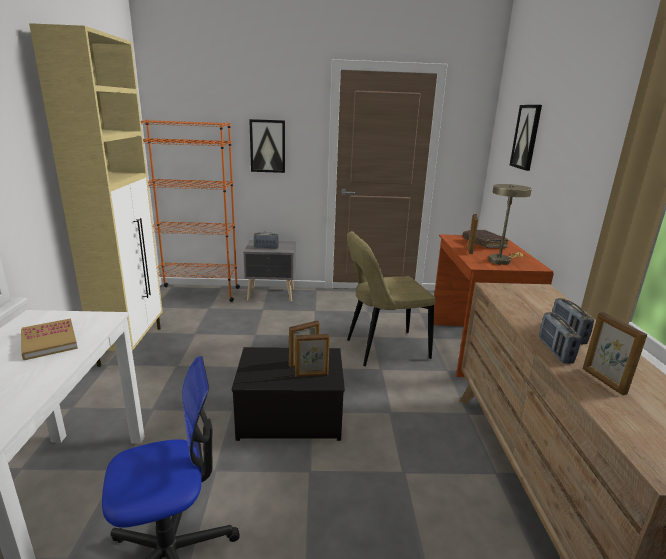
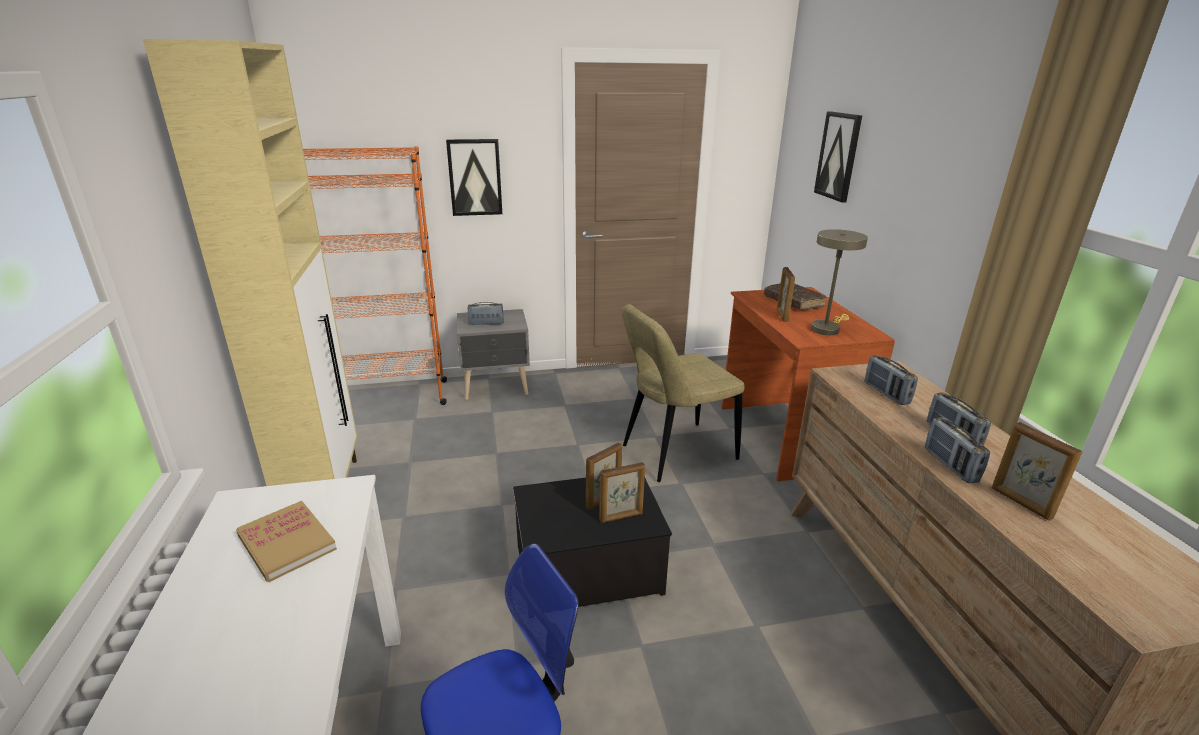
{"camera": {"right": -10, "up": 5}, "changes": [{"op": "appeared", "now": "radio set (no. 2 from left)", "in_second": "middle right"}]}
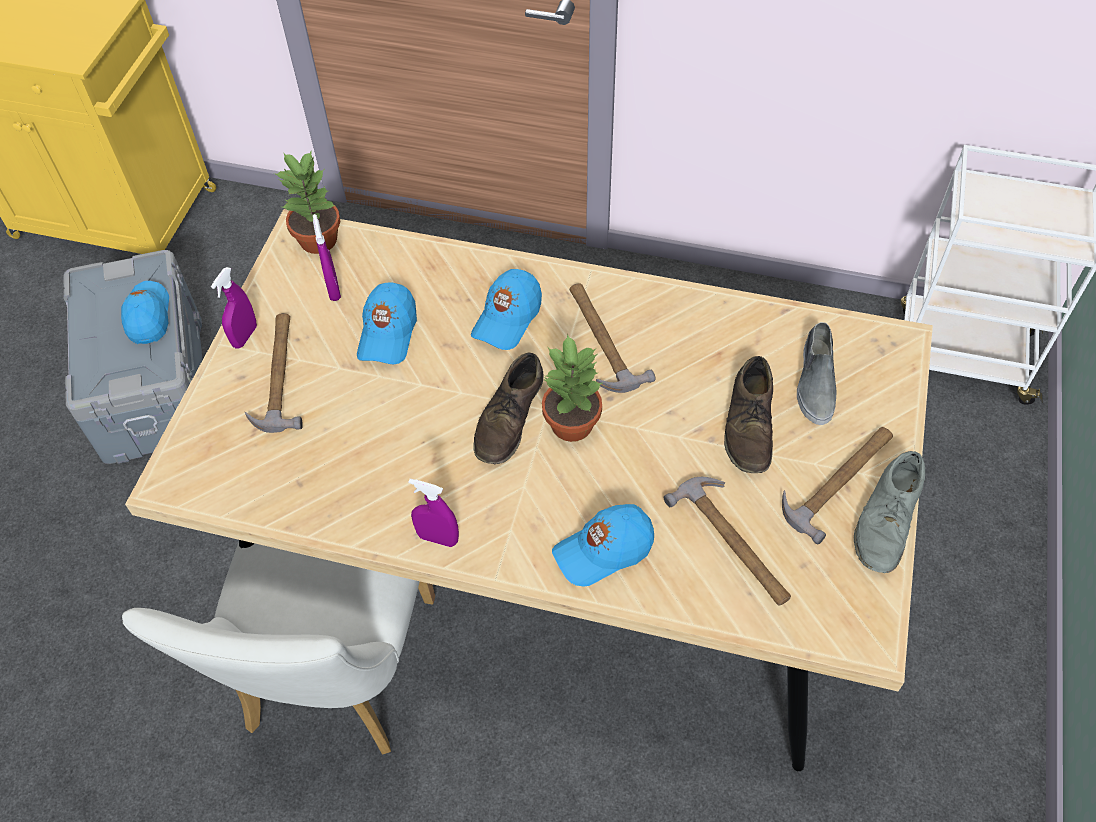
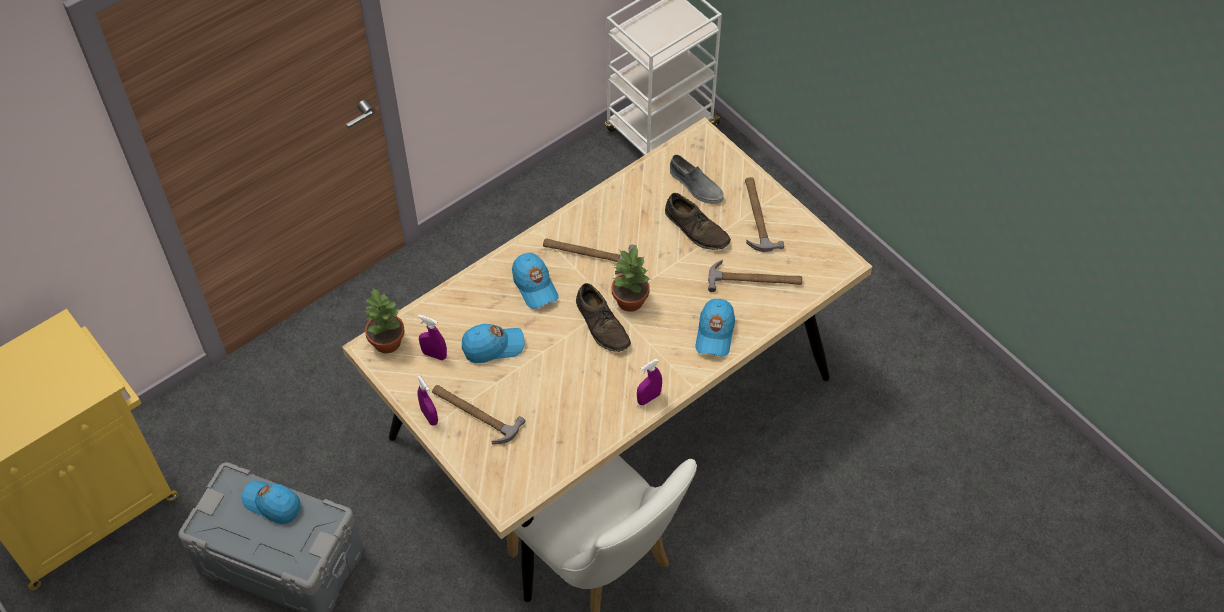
{"camera": {"right": -55, "up": 0}, "changes": [{"op": "spun", "was": "blue cap (no. 2 from left)", "in_first": "centre", "in_second": "centre", "clockwise": -60}, {"op": "missing", "was": "grey low shoe (no. 2 from left)", "in_first": "middle right"}]}
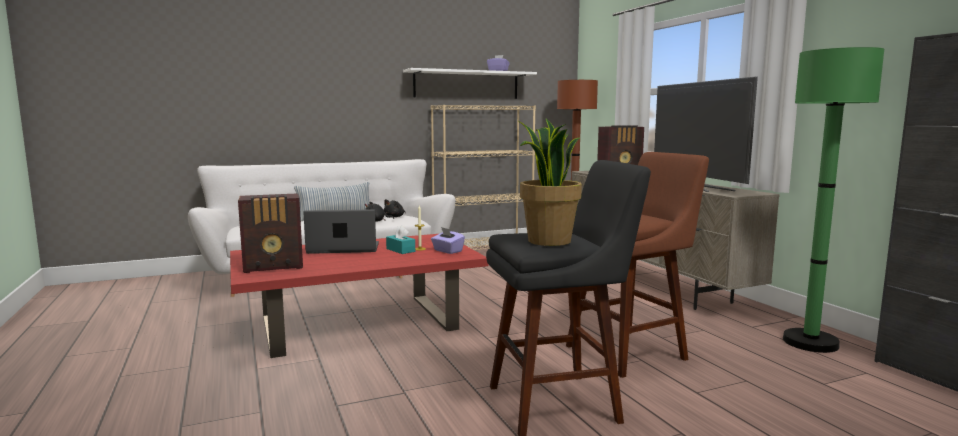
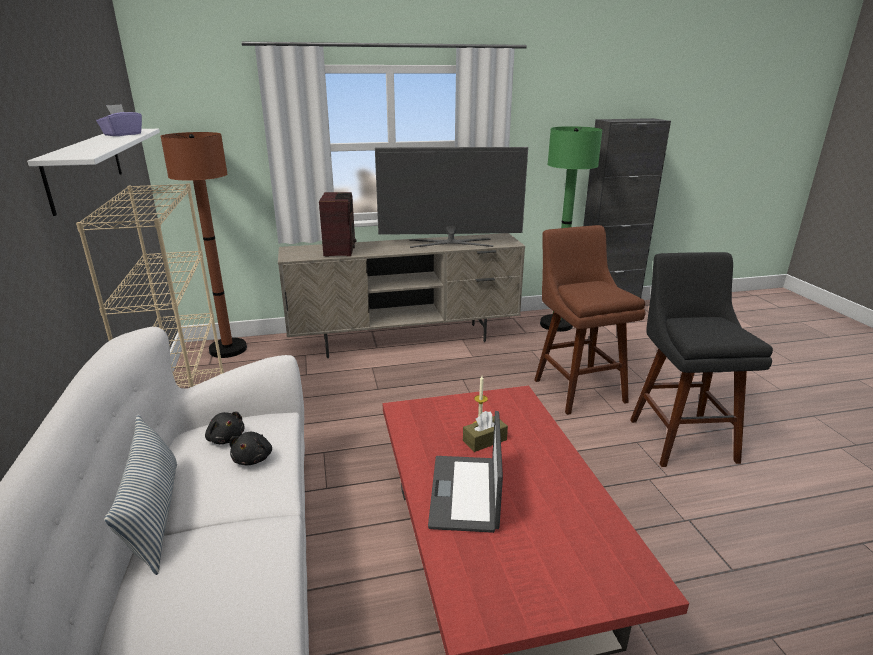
{"camera": {"right": -80, "up": 15}, "changes": [{"op": "colour", "was": "turquoise tissue holder", "now": "brown-coloured tissue holder", "in_first": "centre", "in_second": "centre"}, {"op": "missing", "was": "radio set (no. 1 from left)", "in_first": "middle left"}, {"op": "missing", "was": "purple-coloured tissue holder (no. 1 from left)", "in_first": "centre"}, {"op": "missing", "was": "houseplant", "in_first": "centre"}]}
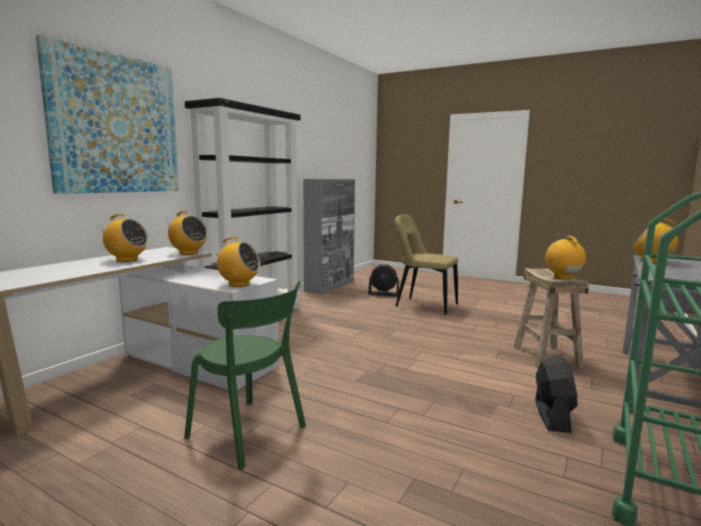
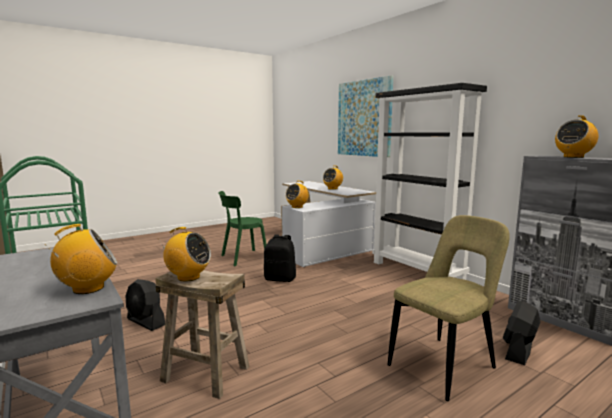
{"camera": {"right": 115, "up": 0}, "changes": [{"op": "appeared", "now": "black-coloured knapsack", "in_second": "centre"}, {"op": "relocated", "was": "radio set (no. 2 from left in the first image)", "now": "radio set (no. 5 from left)", "in_first": "middle left", "in_second": "top right"}]}
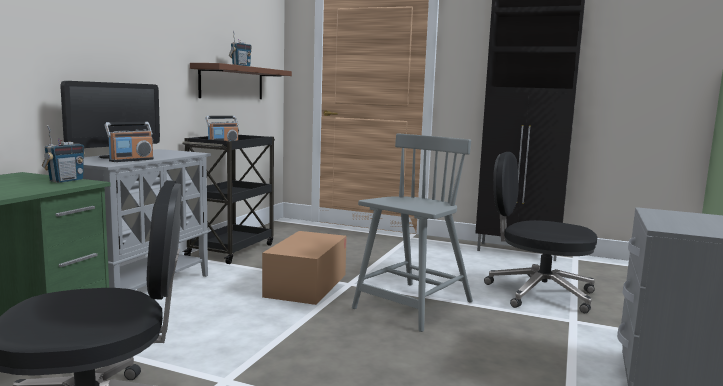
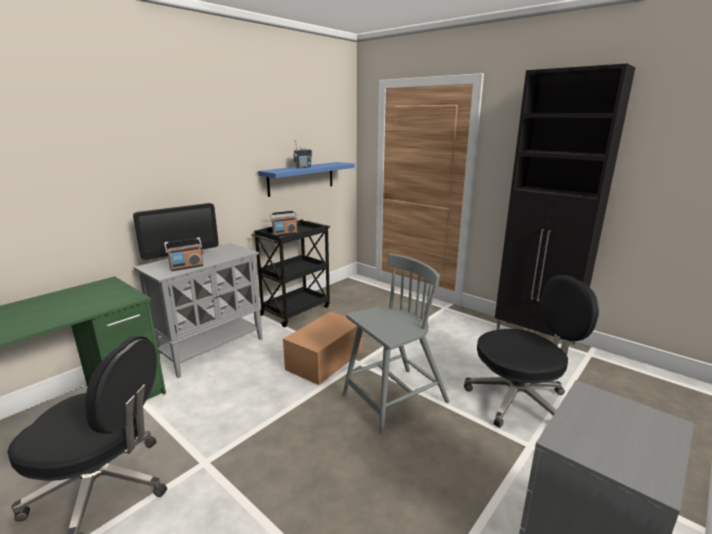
{"camera": {"right": 20, "up": 10}, "changes": [{"op": "colour", "was": "brown-coloured wall shelf", "now": "blue wall shelf", "in_first": "top centre", "in_second": "centre"}, {"op": "spun", "was": "black-coloured computer chair (no. 2 from left)", "in_first": "middle right", "in_second": "middle right", "clockwise": 120}, {"op": "missing", "was": "radio set (no. 1 from left)", "in_first": "middle left"}]}
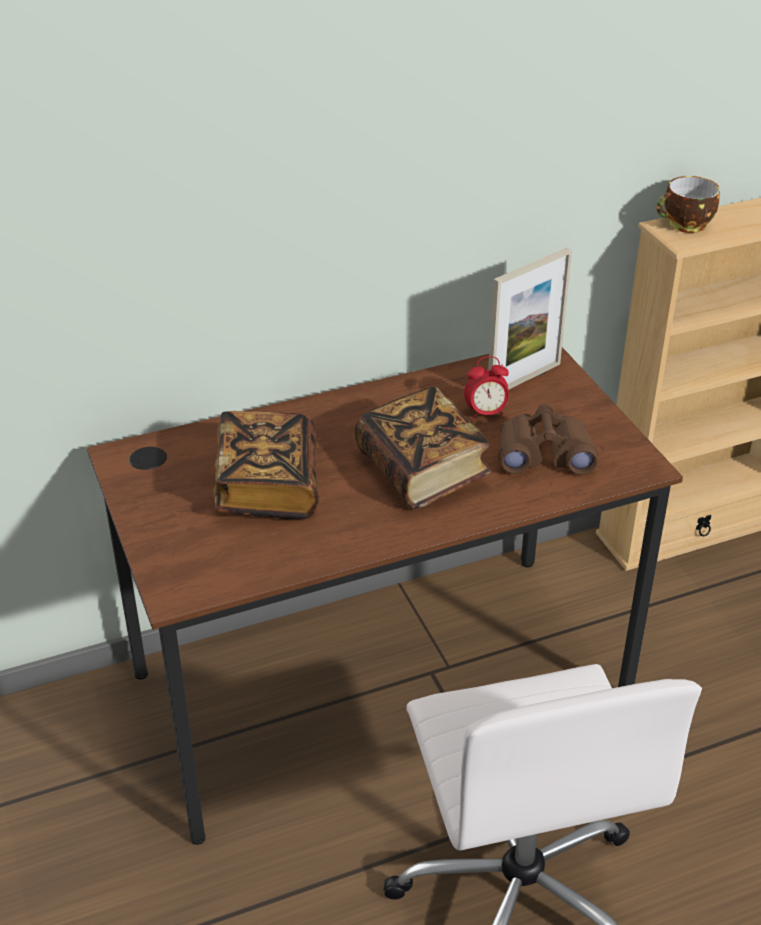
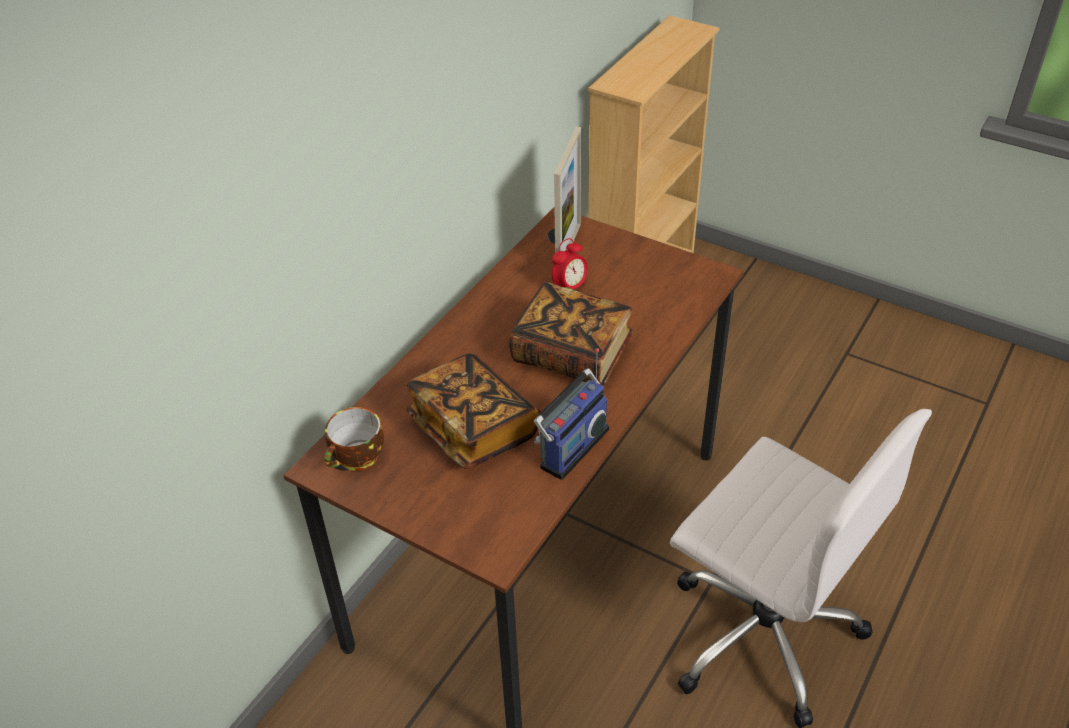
{"camera": {"right": -35, "up": 5}, "changes": [{"op": "relocated", "was": "drinking cup", "in_first": "top right", "in_second": "middle left"}, {"op": "appeared", "now": "radio set", "in_second": "centre"}, {"op": "missing", "was": "brown-coloured binoculars", "in_first": "middle right"}]}
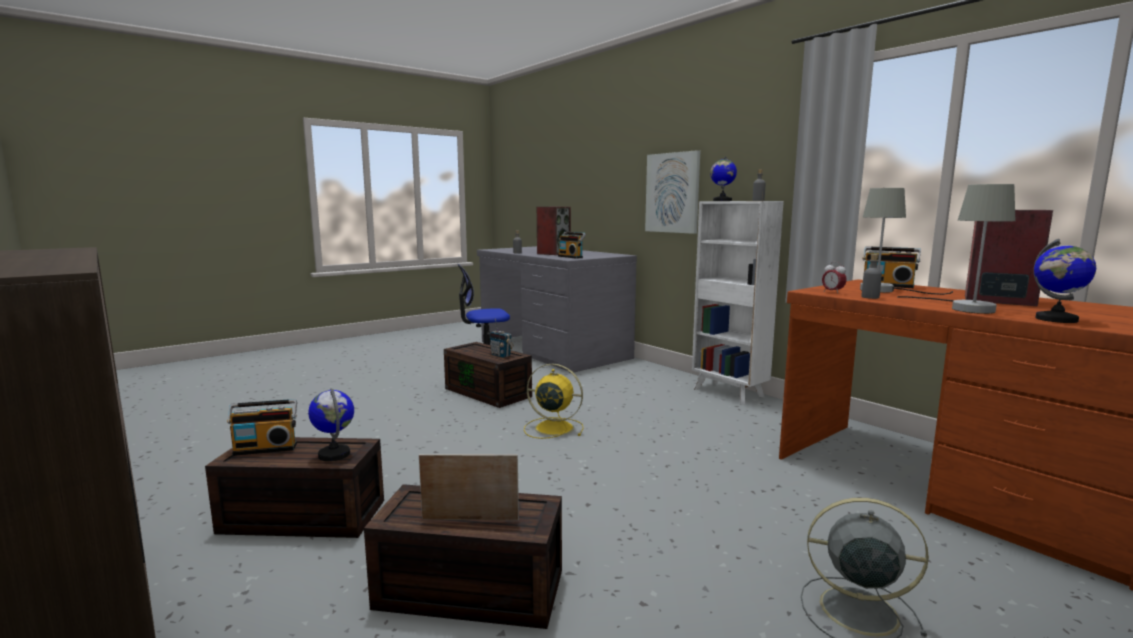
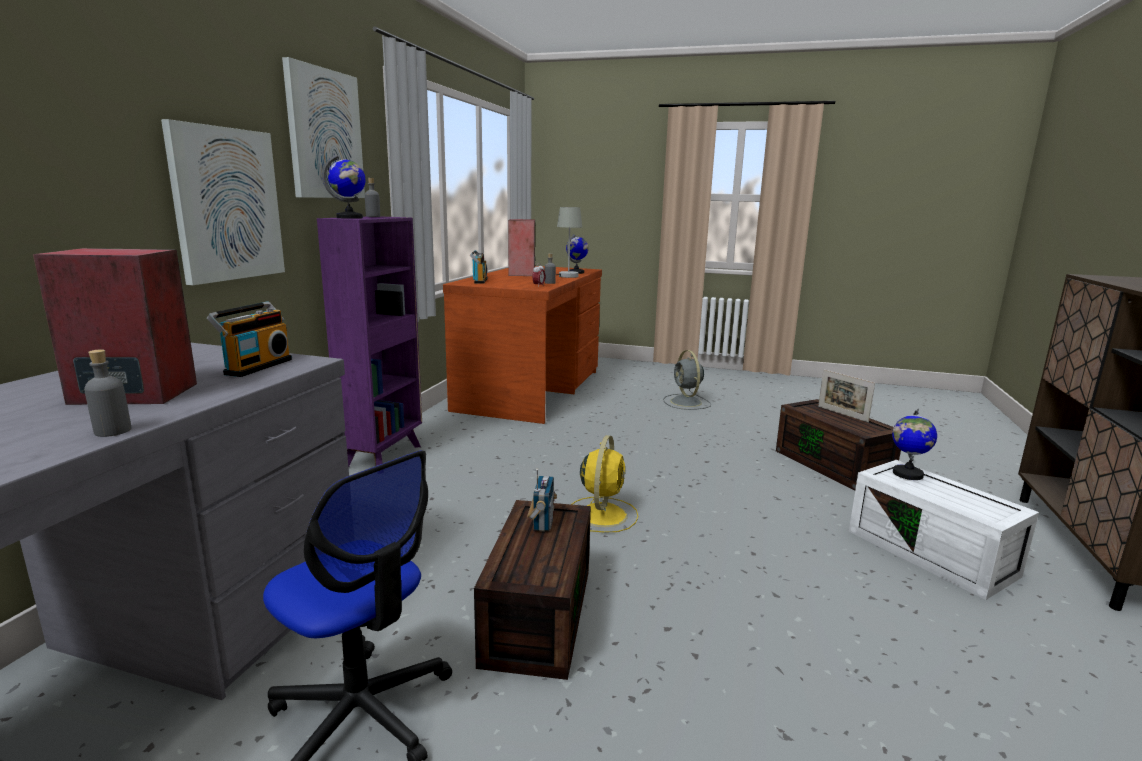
{"camera": {"right": -125, "up": 5}, "changes": [{"op": "appeared", "now": "wall art (no. 2 from left)", "in_second": "top left"}, {"op": "colour", "was": "white-coloured shelving unit", "now": "purple-coloured shelving unit", "in_first": "centre", "in_second": "middle left"}, {"op": "spun", "was": "yellowish electric fan", "in_first": "centre", "in_second": "centre", "clockwise": -150}, {"op": "colour", "was": "brown-coloured storage box (no. 1 from left)", "now": "white-coloured storage box", "in_first": "bottom left", "in_second": "bottom right"}, {"op": "missing", "was": "radio set (no. 1 from left)", "in_first": "bottom left"}, {"op": "missing", "was": "grey table lamp (no. 1 from left)", "in_first": "middle right"}]}
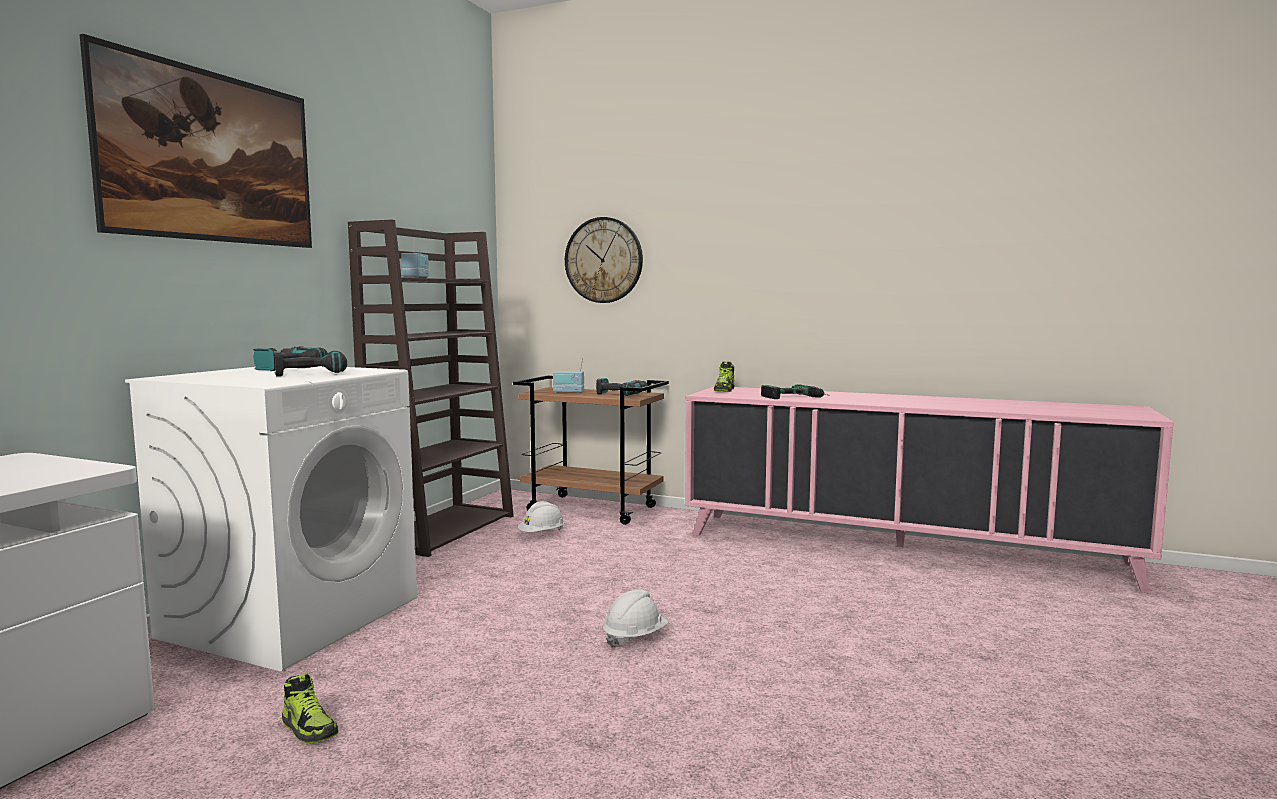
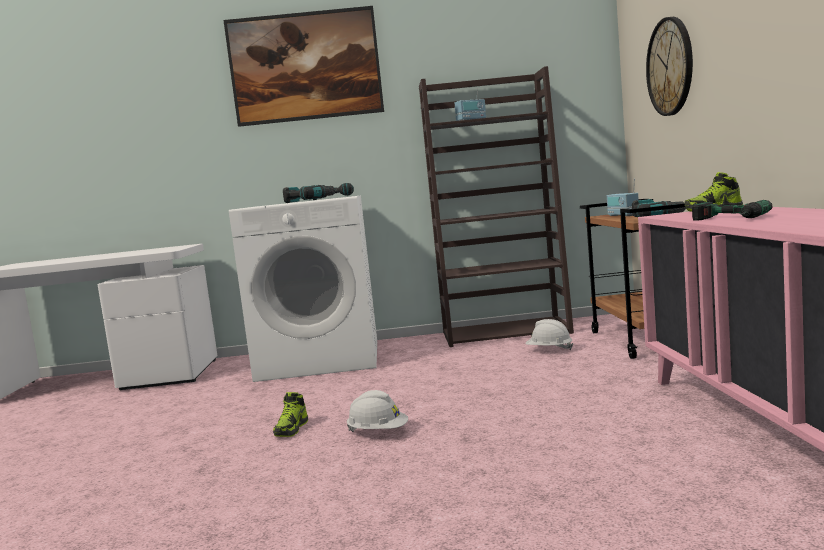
{"camera": {"right": 65, "up": 0}, "changes": [{"op": "relocated", "was": "low shoe (no. 1 from left)", "in_first": "bottom left", "in_second": "bottom centre"}]}
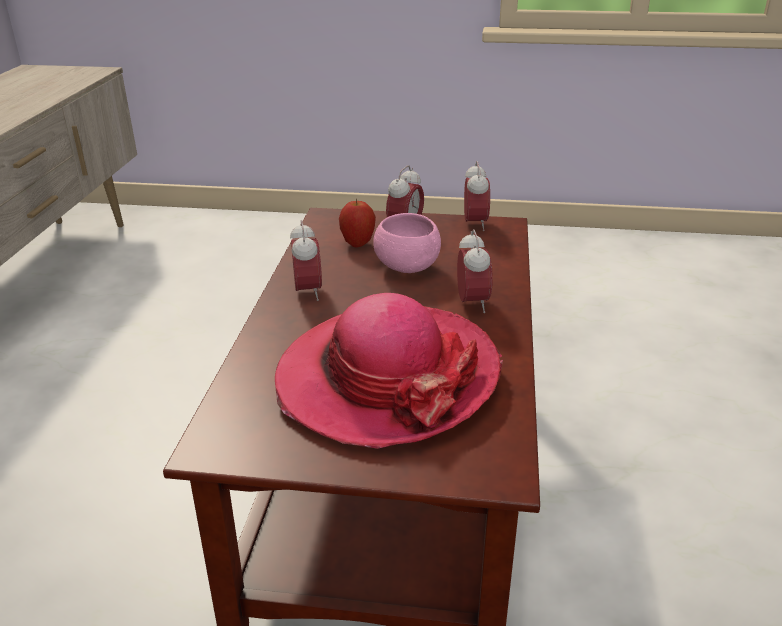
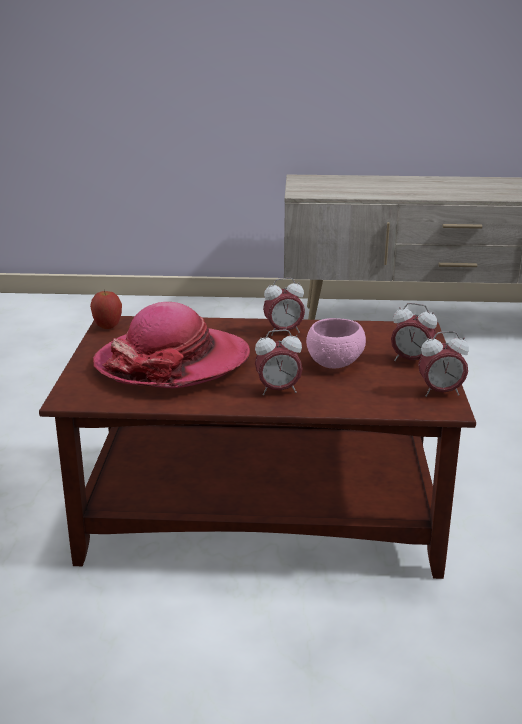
{"camera": {"right": 85, "up": -5}, "changes": [{"op": "relocated", "was": "whole apple", "in_first": "centre", "in_second": "middle left"}]}
